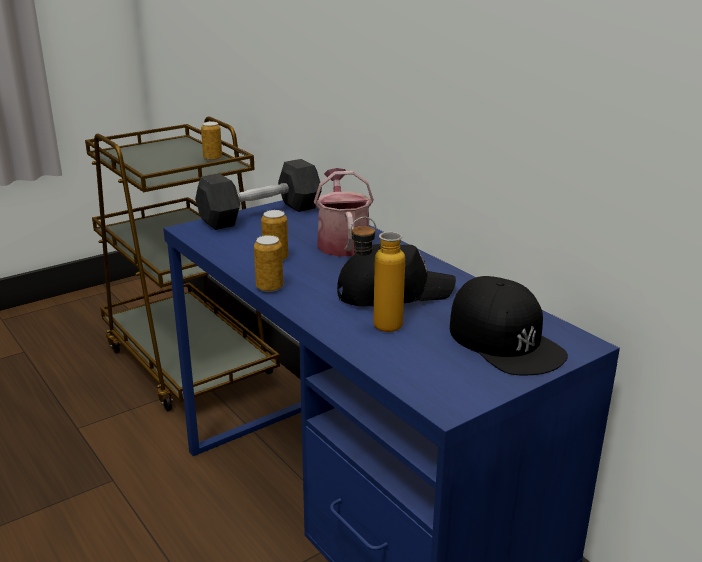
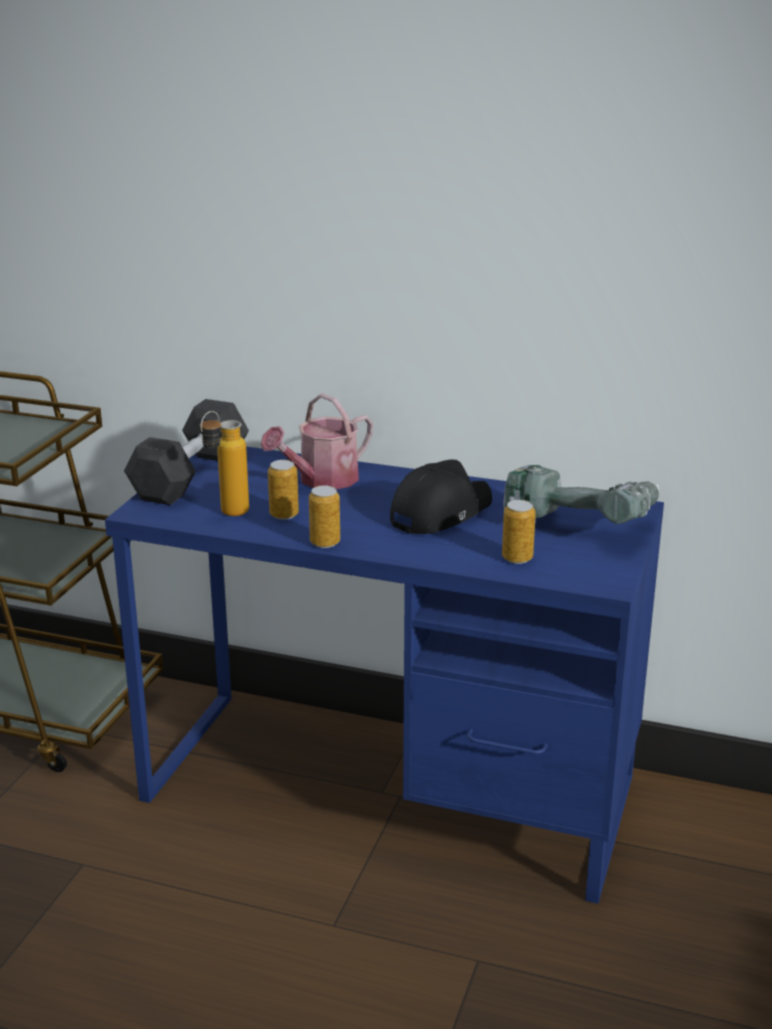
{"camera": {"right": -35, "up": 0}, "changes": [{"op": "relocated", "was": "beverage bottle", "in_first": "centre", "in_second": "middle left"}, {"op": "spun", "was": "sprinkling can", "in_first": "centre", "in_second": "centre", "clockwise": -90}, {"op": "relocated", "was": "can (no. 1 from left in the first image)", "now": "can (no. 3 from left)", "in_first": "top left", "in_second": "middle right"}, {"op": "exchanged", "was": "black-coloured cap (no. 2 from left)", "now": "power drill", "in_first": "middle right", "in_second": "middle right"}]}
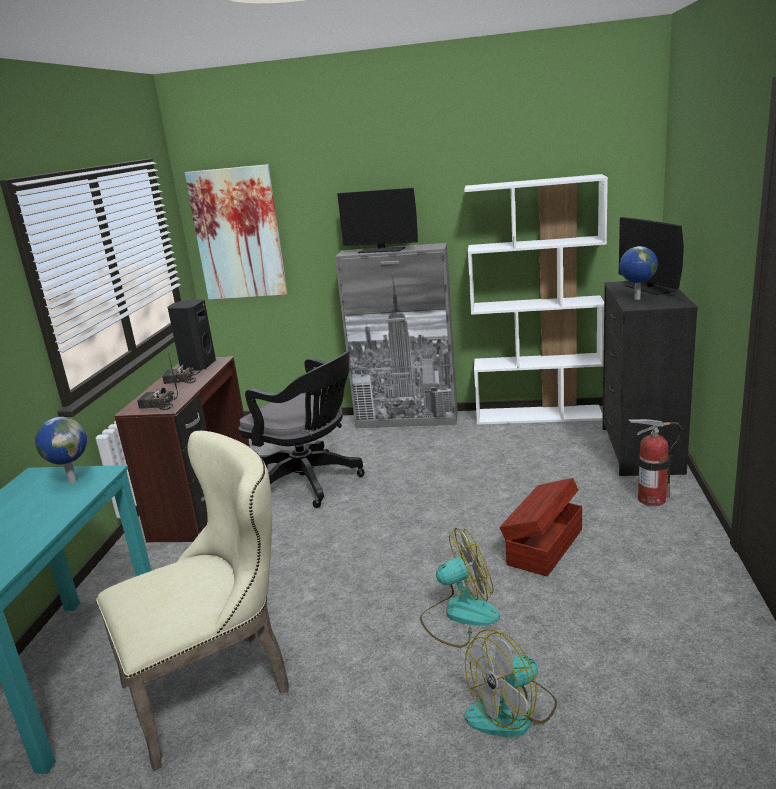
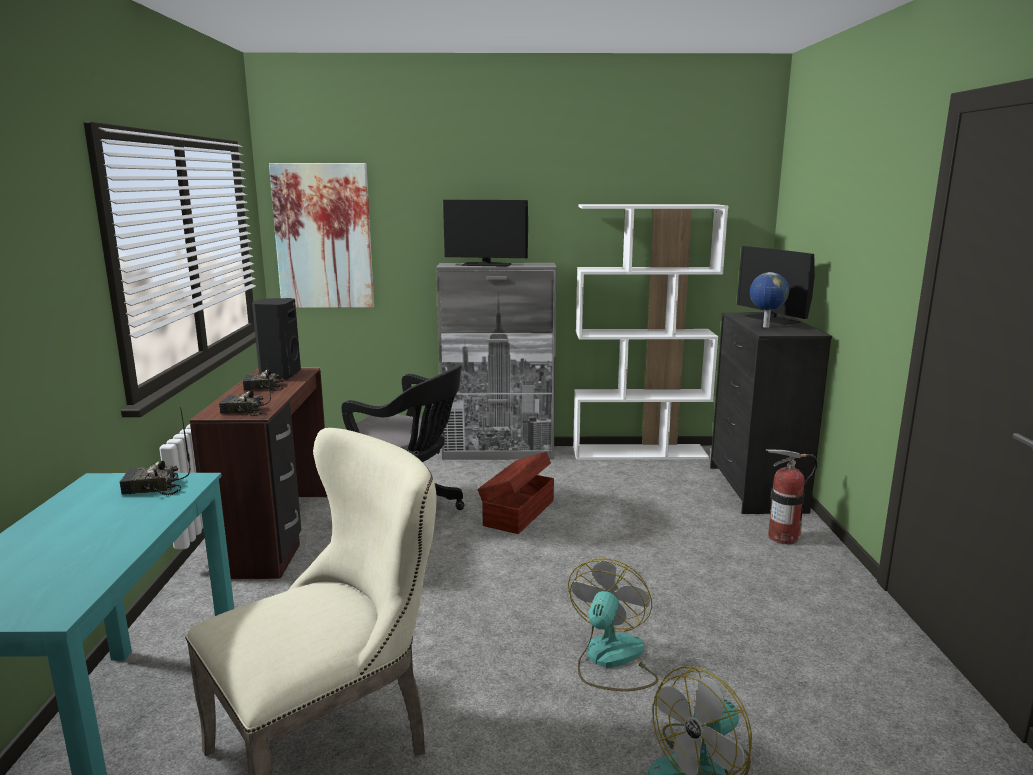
{"camera": {"right": -10, "up": -5}, "changes": [{"op": "exchanged", "was": "desk globe (no. 1 from left)", "now": "radio set (no. 1 from left)", "in_first": "middle left", "in_second": "middle left"}, {"op": "relocated", "was": "brown-coloured storage box", "in_first": "bottom right", "in_second": "centre"}, {"op": "spun", "was": "electric fan (no. 1 from left)", "in_first": "bottom centre", "in_second": "bottom centre", "clockwise": -45}]}
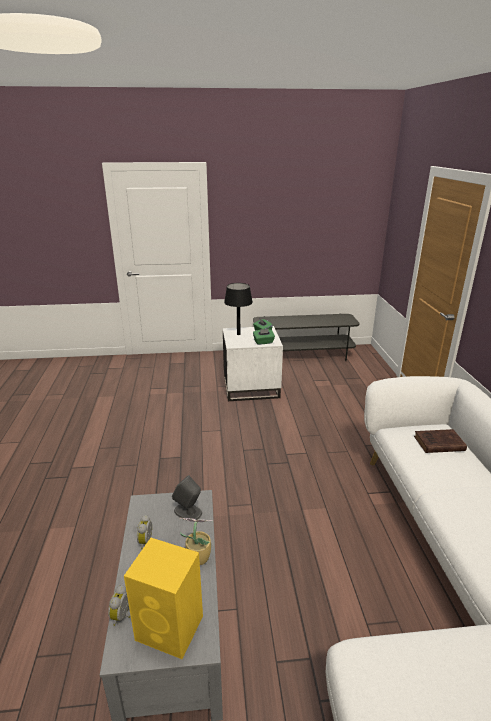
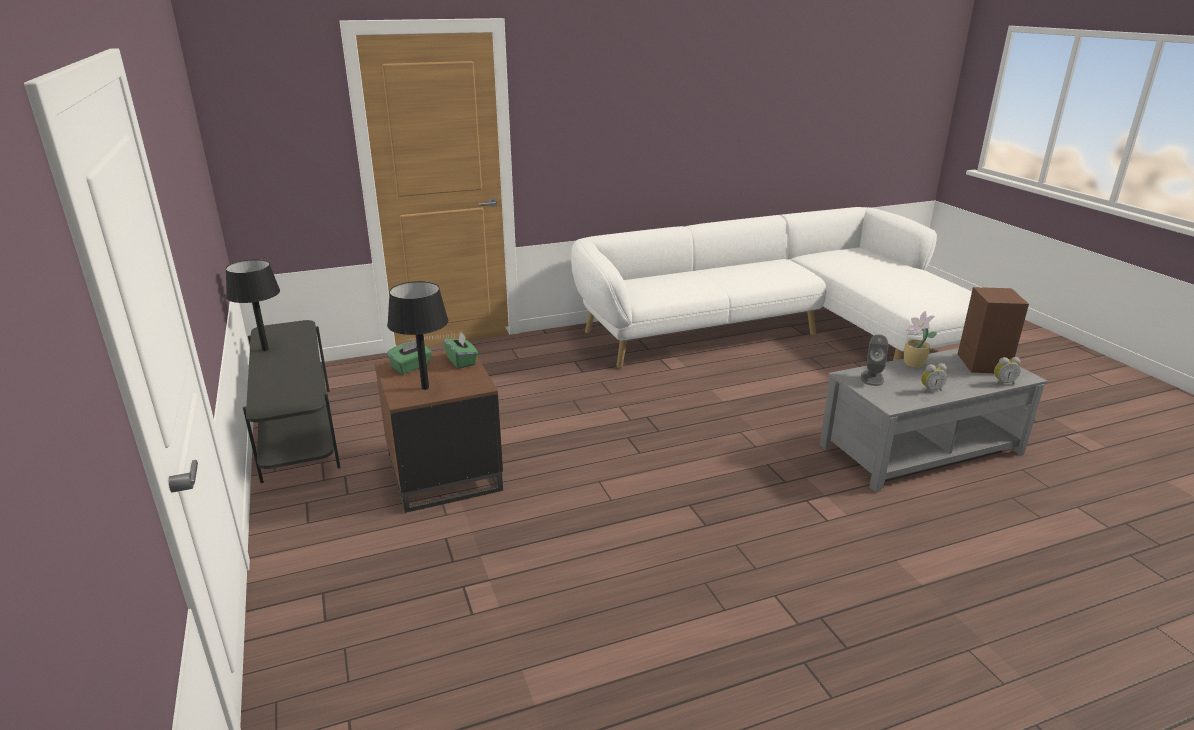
{"camera": {"right": -105, "up": 0}, "changes": [{"op": "appeared", "now": "black-coloured table lamp (no. 1 from left)", "in_second": "middle left"}, {"op": "colour", "was": "white-coloured side table", "now": "brown-coloured side table", "in_first": "centre", "in_second": "centre"}, {"op": "colour", "was": "yellowish audio speaker", "now": "brown-coloured audio speaker", "in_first": "bottom left", "in_second": "middle right"}, {"op": "missing", "was": "brown-coloured volume", "in_first": "middle right"}]}
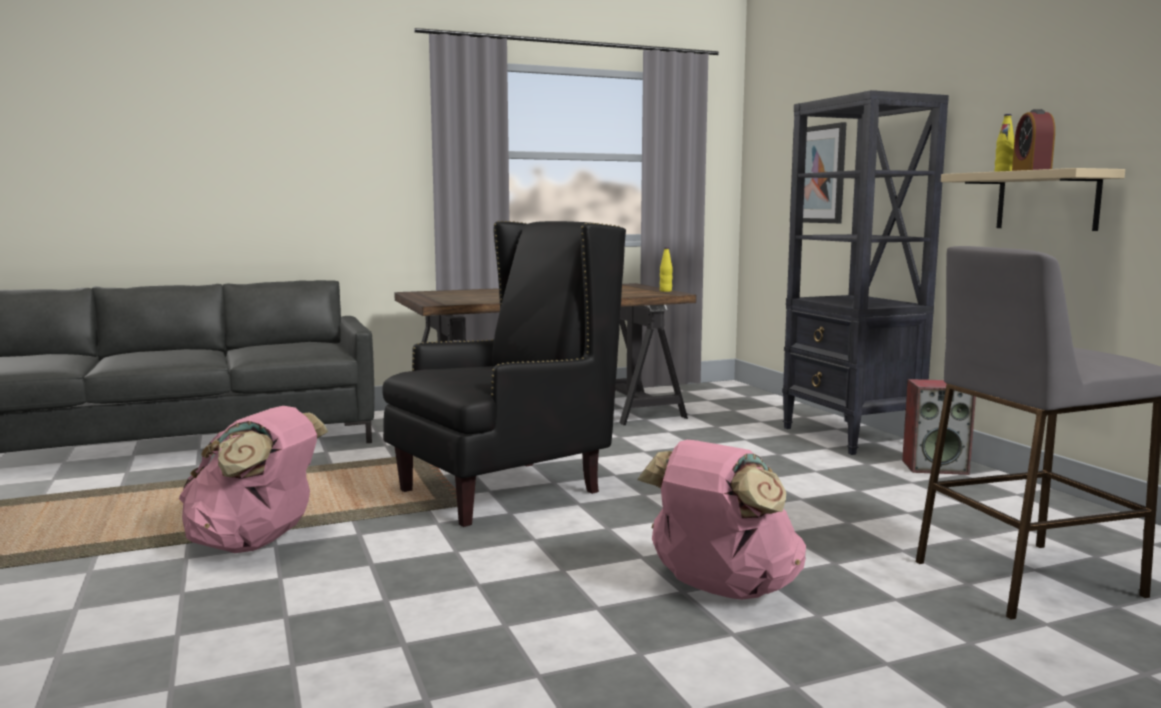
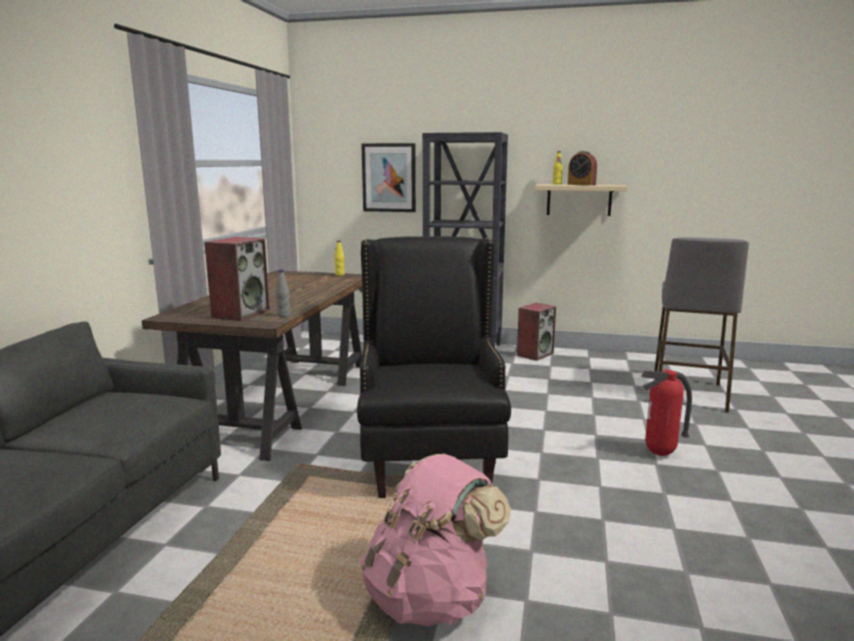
{"camera": {"right": -55, "up": 5}, "changes": [{"op": "appeared", "now": "audio speaker (no. 1 from left)", "in_second": "middle left"}, {"op": "appeared", "now": "grey beverage bottle", "in_second": "middle left"}, {"op": "exchanged", "was": "pink knapsack (no. 2 from left)", "now": "fire extinguisher", "in_first": "bottom centre", "in_second": "middle right"}]}
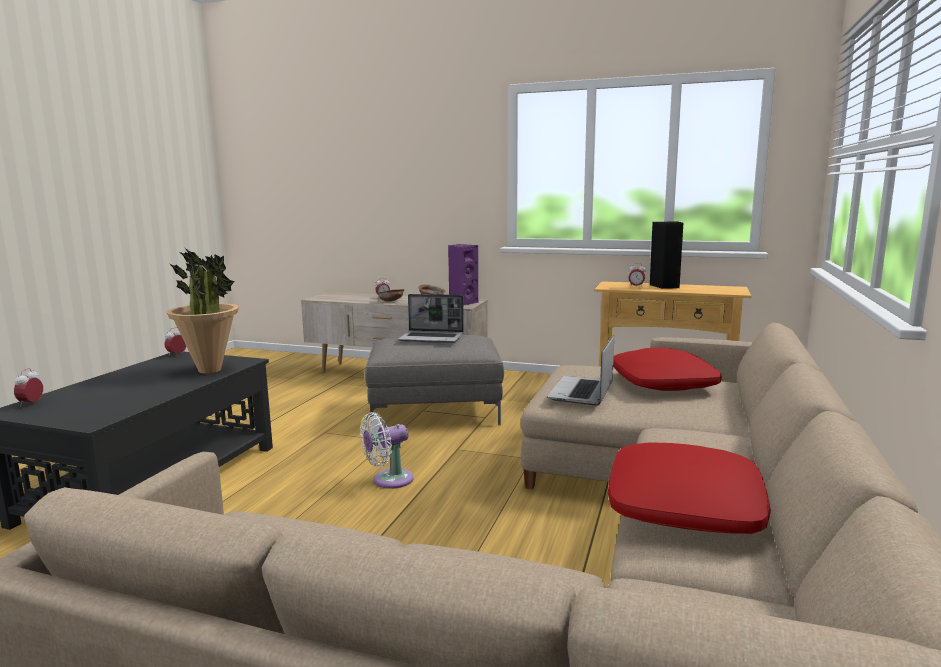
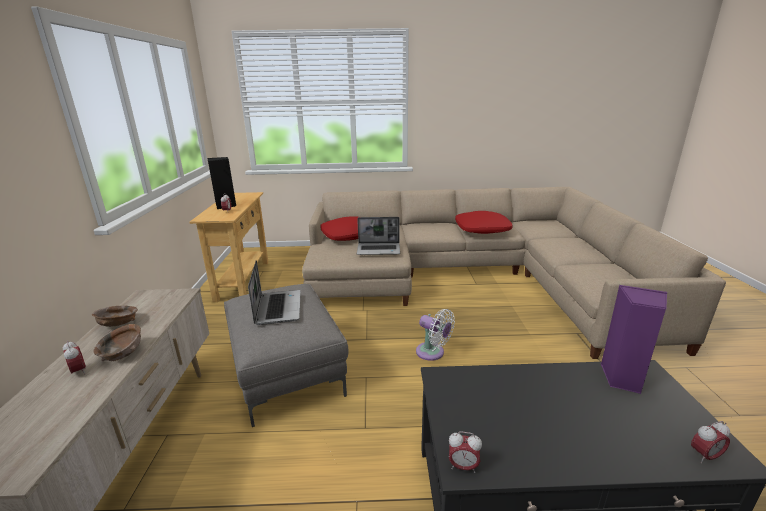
{"camera": {"right": -110, "up": 10}, "changes": [{"op": "relocated", "was": "purple-coloured audio speaker", "in_first": "centre", "in_second": "middle right"}, {"op": "missing", "was": "houseplant", "in_first": "middle left"}]}
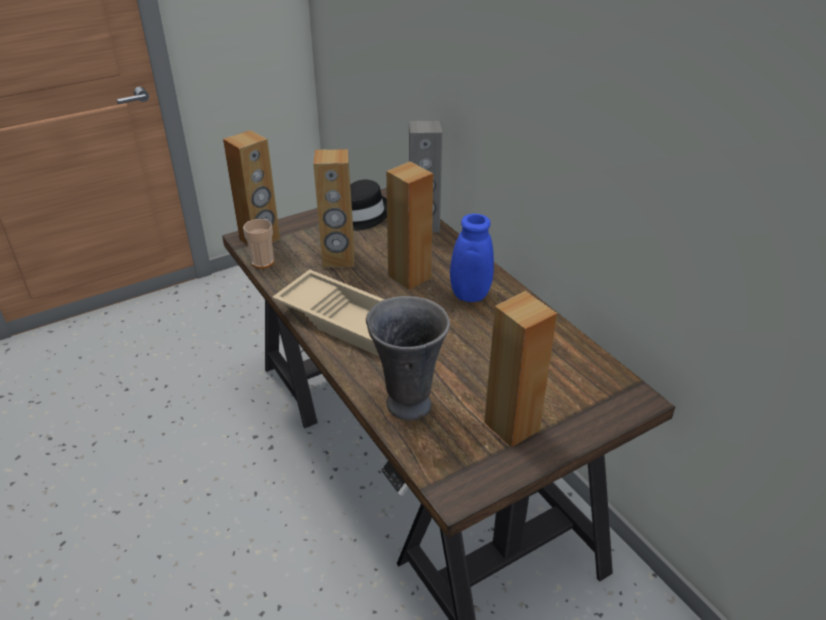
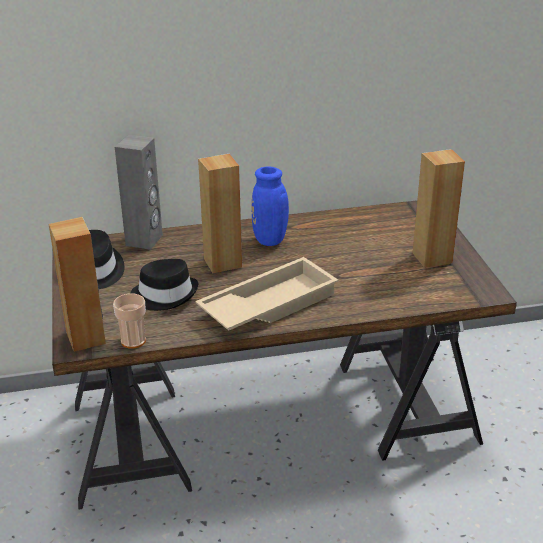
{"camera": {"right": -70, "up": -5}, "changes": [{"op": "exchanged", "was": "brown-coloured audio speaker (no. 2 from left)", "now": "black-coloured wearable hat (no. 2 from left)", "in_first": "centre", "in_second": "middle left"}, {"op": "missing", "was": "grey vase", "in_first": "centre"}]}
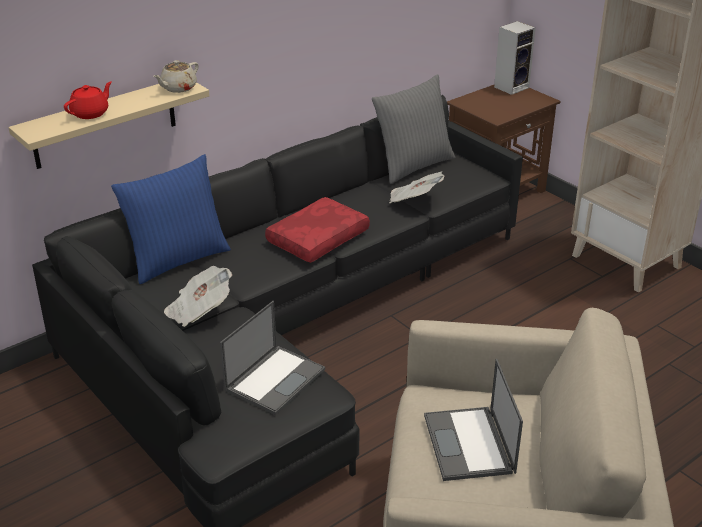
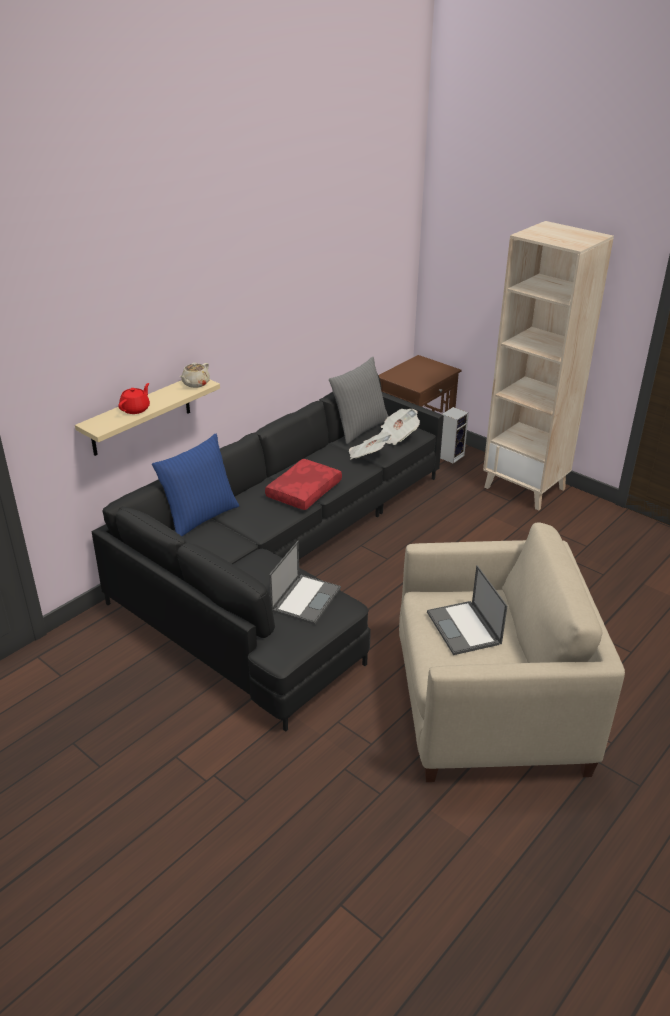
{"camera": {"right": -10, "up": 0}, "changes": [{"op": "relocated", "was": "daily paper (no. 1 from left in the first image)", "now": "daily paper (no. 2 from left)", "in_first": "middle left", "in_second": "centre"}, {"op": "relocated", "was": "audio speaker", "in_first": "top right", "in_second": "middle right"}]}
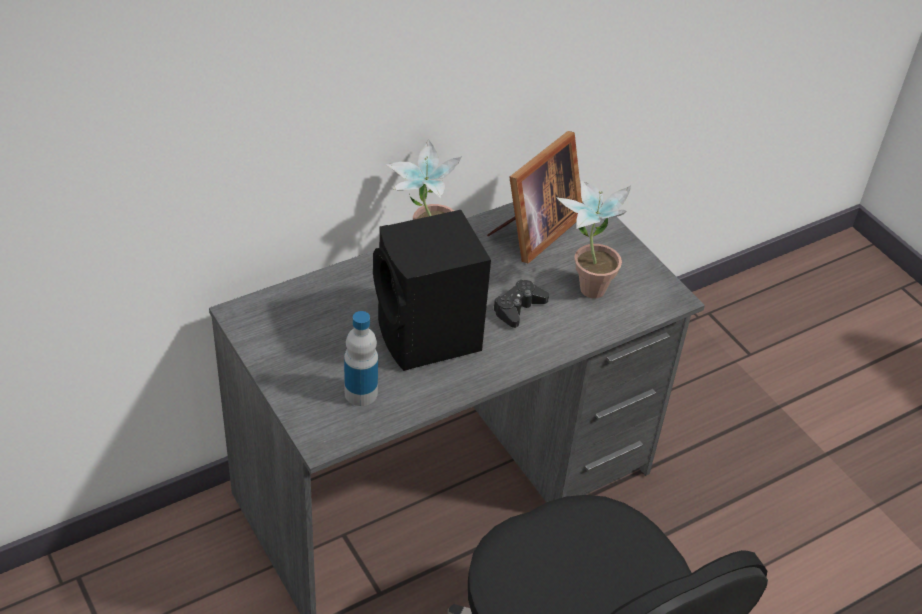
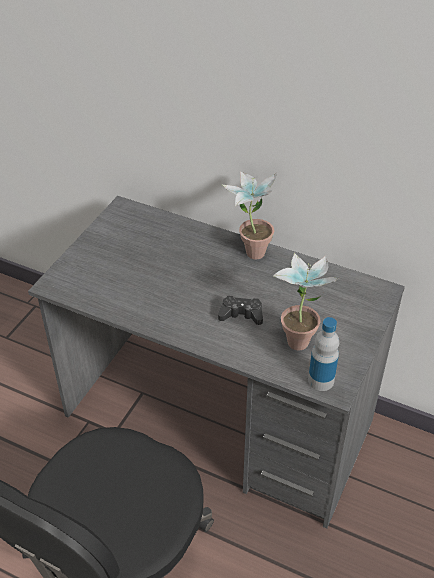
{"camera": {"right": 60, "up": 0}, "changes": [{"op": "relocated", "was": "beverage bottle", "in_first": "centre", "in_second": "middle right"}, {"op": "missing", "was": "black-coloured audio speaker", "in_first": "centre"}, {"op": "missing", "was": "picture frame", "in_first": "top centre"}]}
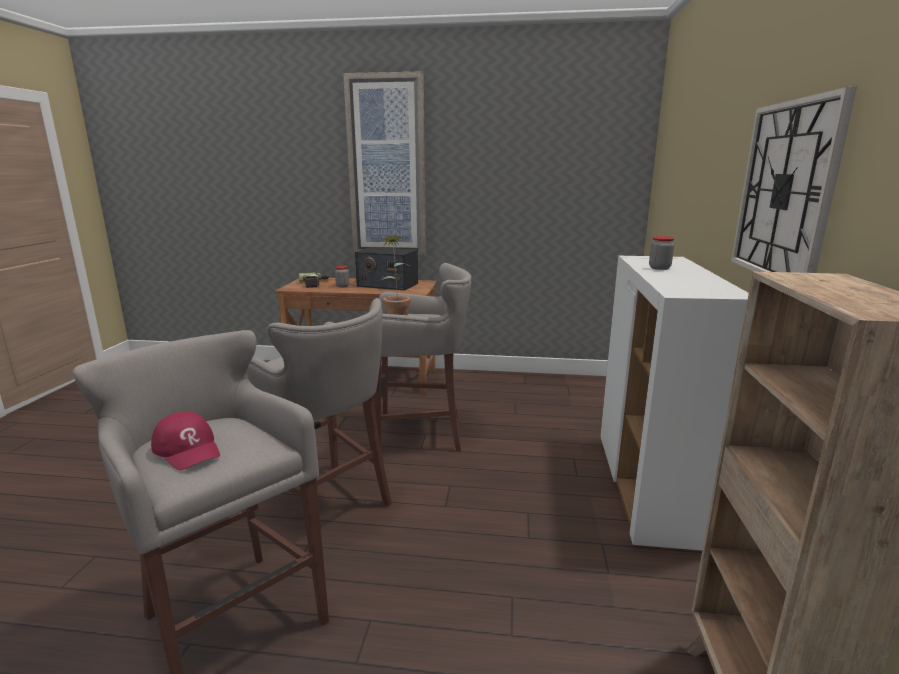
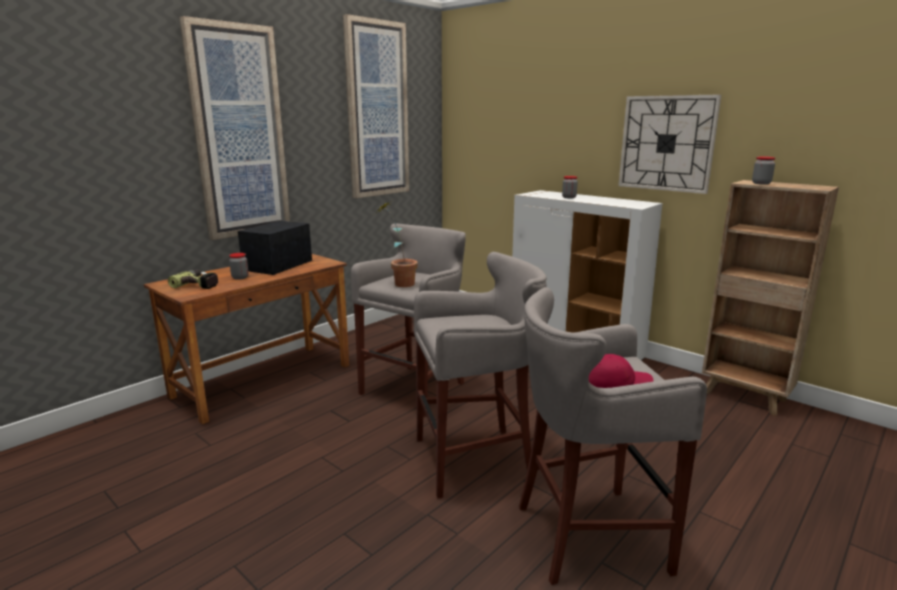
{"camera": {"right": -55, "up": 0}, "changes": [{"op": "spun", "was": "radio set", "in_first": "centre", "in_second": "middle left", "clockwise": 150}, {"op": "appeared", "now": "wall art (no. 2 from left)", "in_second": "top centre"}, {"op": "appeared", "now": "storage jar (no. 3 from left)", "in_second": "top right"}]}
